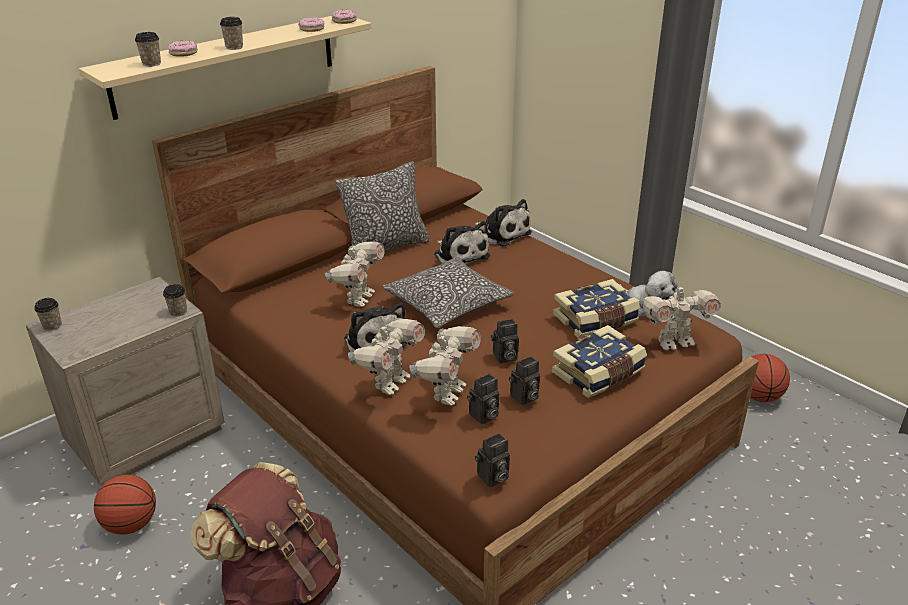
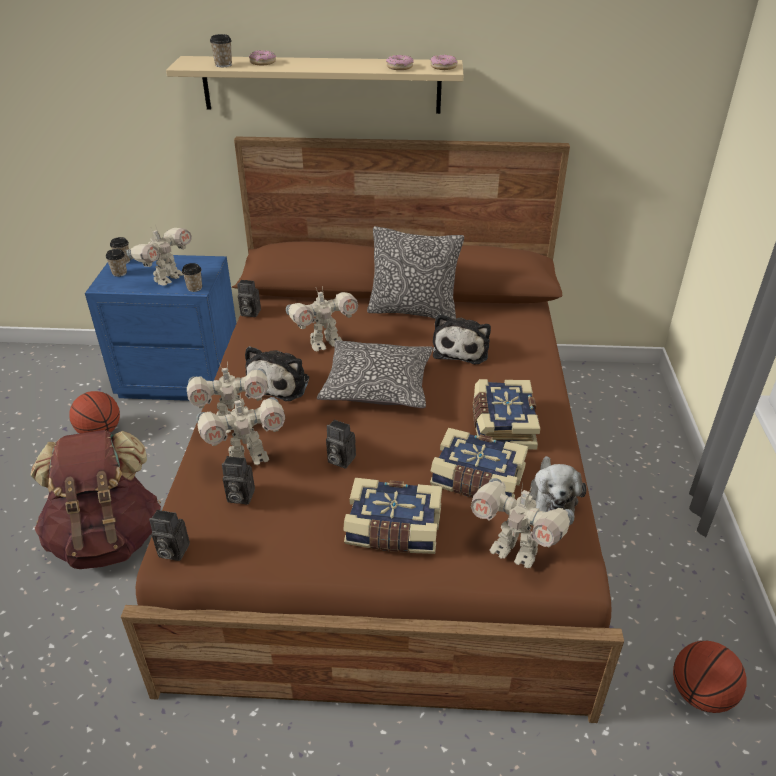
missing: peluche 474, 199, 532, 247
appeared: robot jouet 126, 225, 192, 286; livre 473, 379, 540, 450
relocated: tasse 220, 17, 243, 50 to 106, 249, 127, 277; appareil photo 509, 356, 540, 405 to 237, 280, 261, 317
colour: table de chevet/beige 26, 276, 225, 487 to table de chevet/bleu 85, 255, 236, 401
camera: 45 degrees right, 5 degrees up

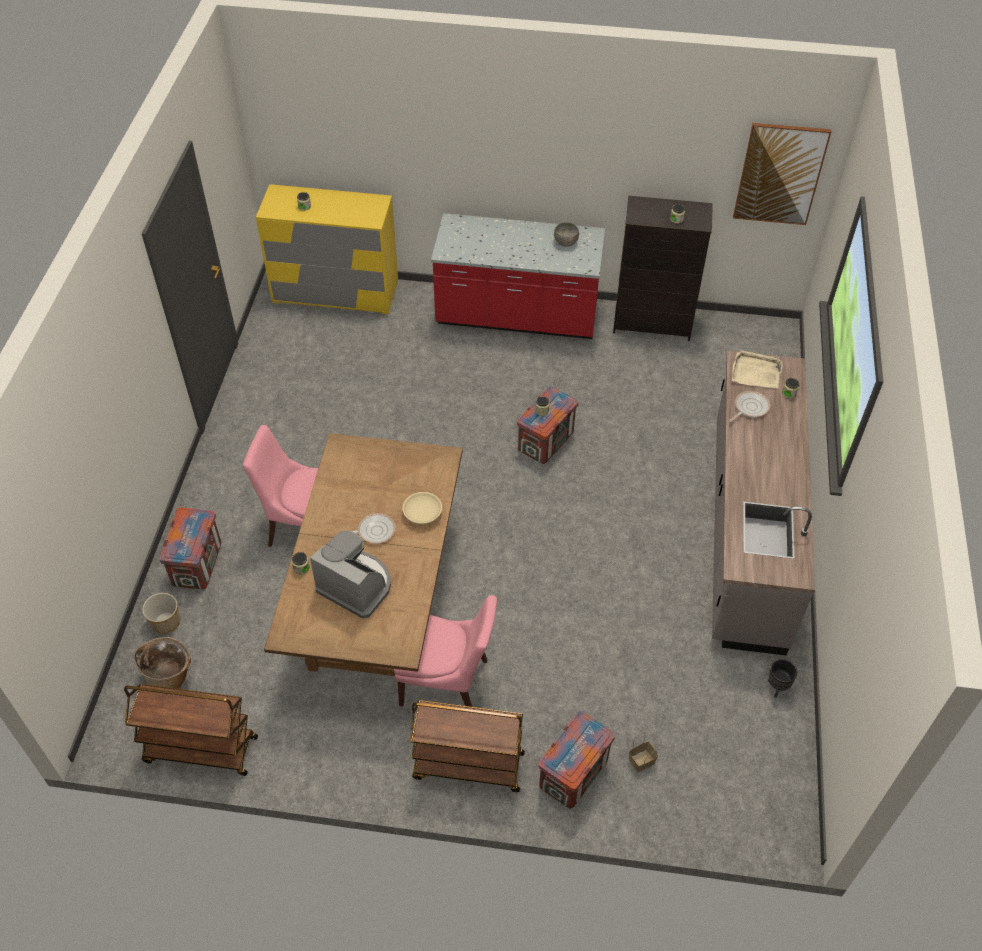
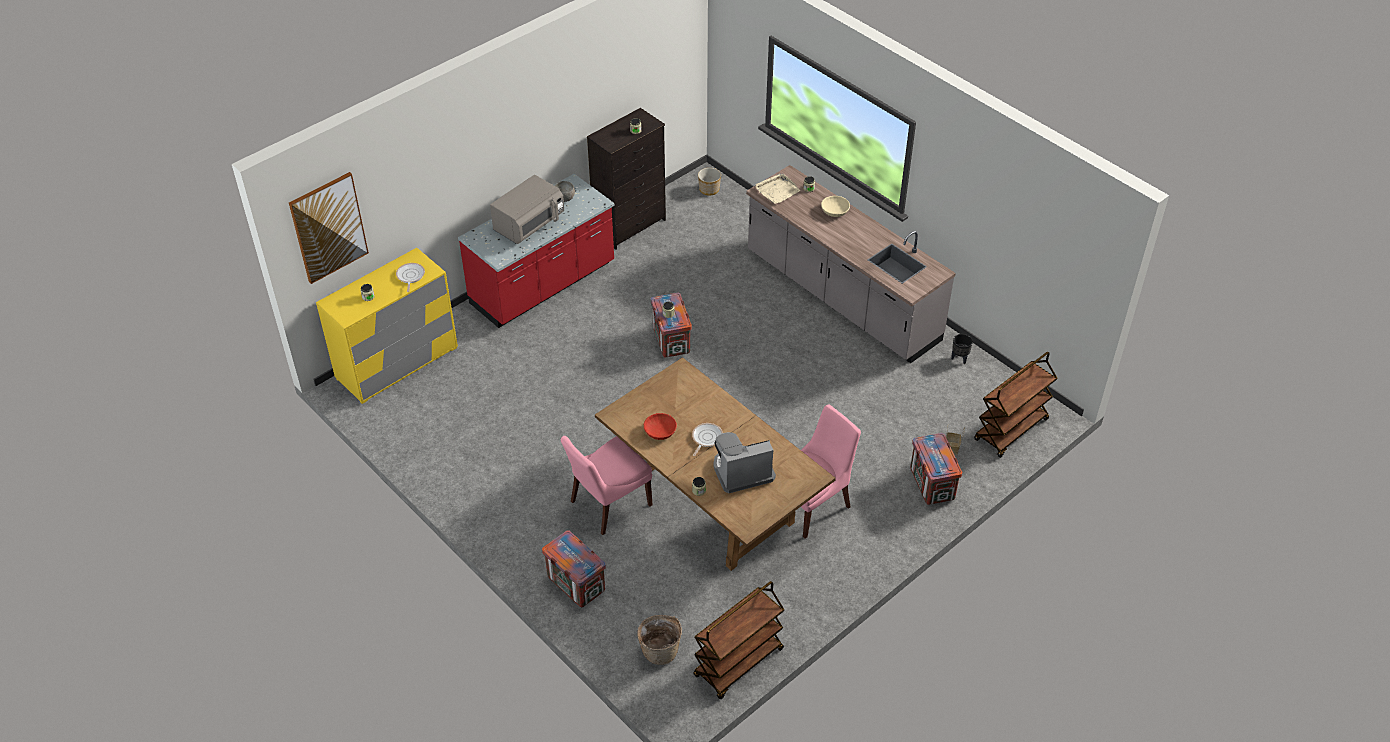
appeared: micro-ondes/gris 490, 175, 564, 244; bol/rouge 644, 413, 677, 440
relocated: cache-pot 142, 593, 180, 634 to 698, 168, 721, 196; bol/beige 402, 492, 442, 525 to 821, 196, 850, 217; chariot/marron 410, 700, 525, 792 to 974, 352, 1057, 458; poêle 729, 391, 770, 422 to 396, 263, 425, 292; tableau 733, 123, 831, 225 to 289, 172, 369, 284
camera: 50 degrees left, 5 degrees down

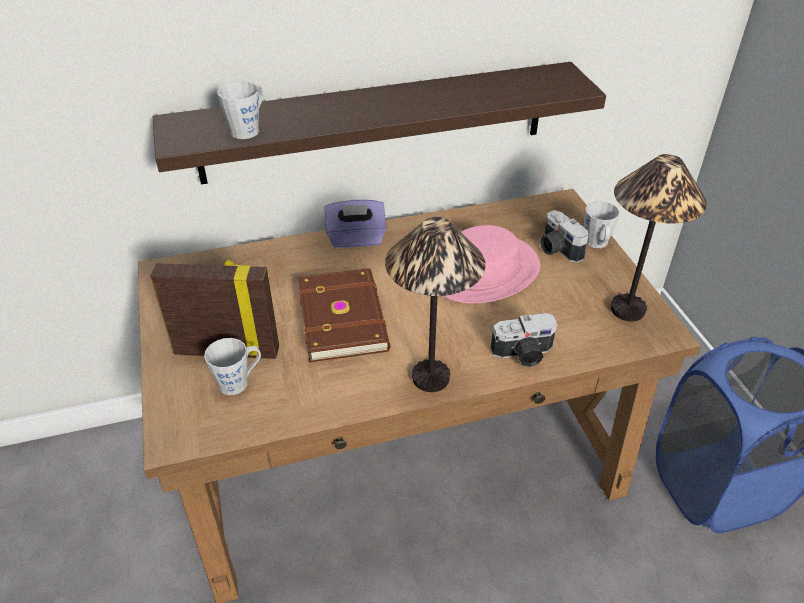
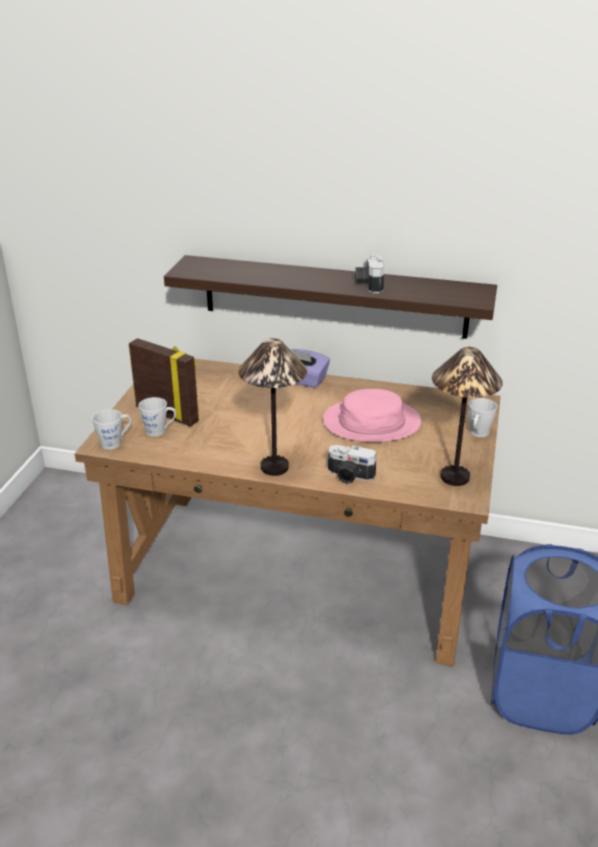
missing: livre/marron 298, 268, 390, 362
relocated: mug/gris 217, 81, 263, 139 to 92, 409, 131, 450; appareil photo 540, 210, 589, 263 to 355, 255, 384, 293
camera: 30 degrees right, 10 degrees down

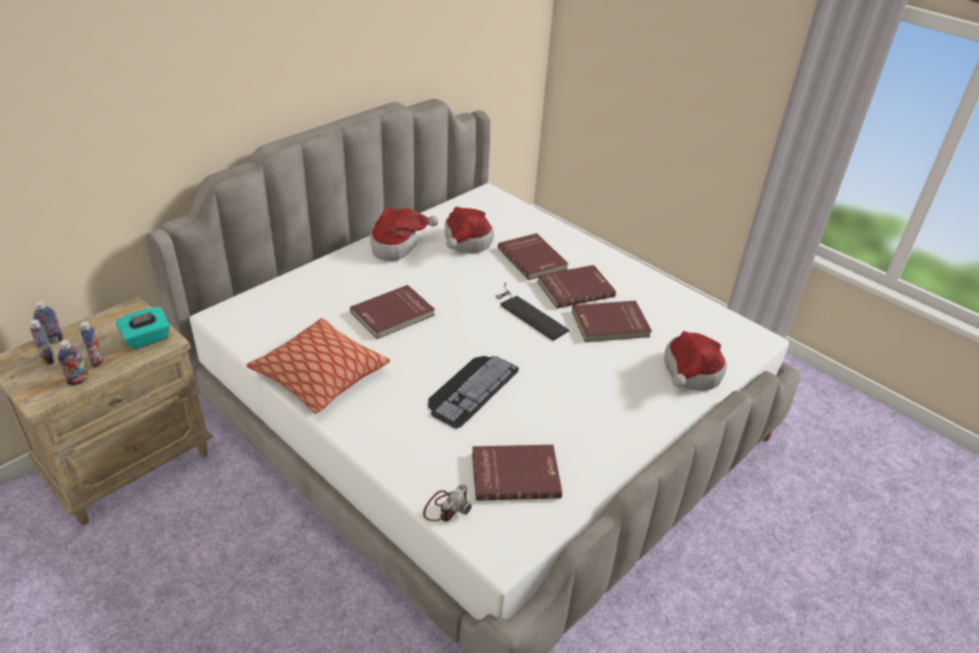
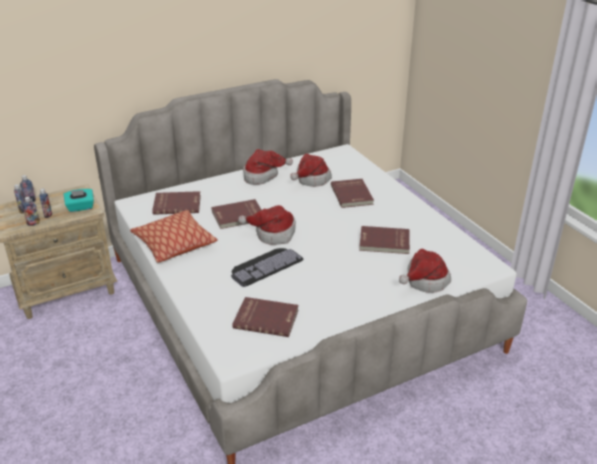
missing: appareil photo 423, 485, 472, 522; clavier 495, 283, 570, 341
appeared: chapeau 238, 205, 296, 245
relocated: livre/rouge 537, 265, 616, 308 to 152, 191, 201, 215
camera: 20 degrees right, 5 degrees down

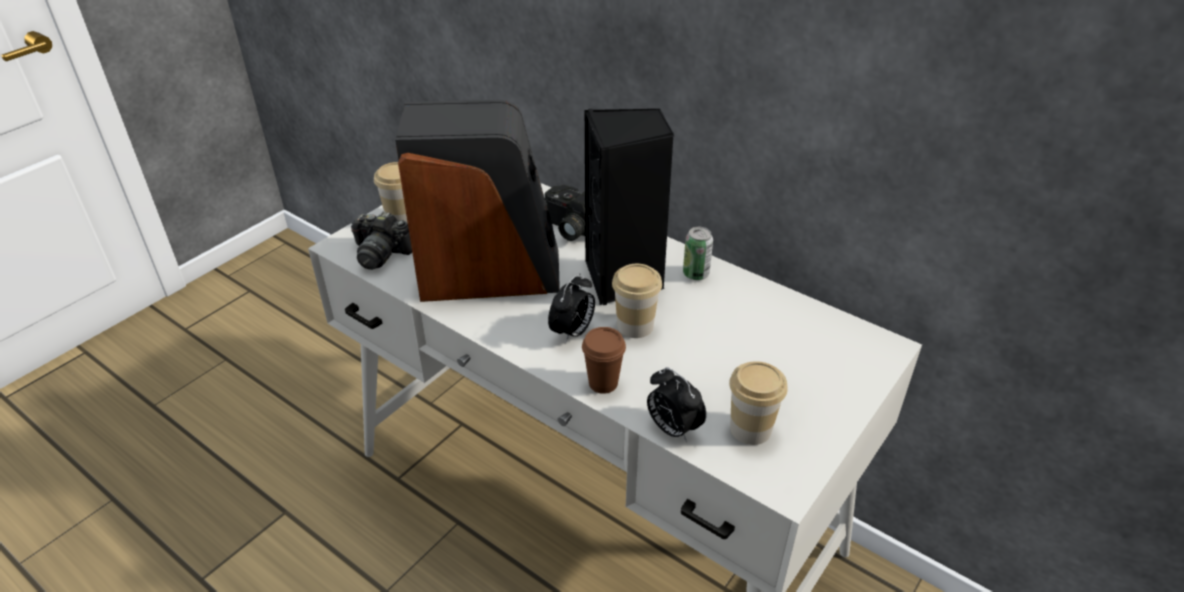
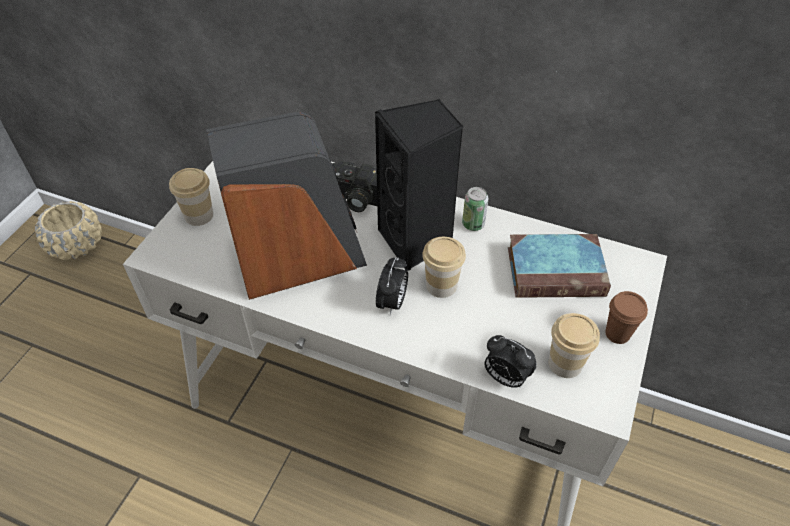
missing: appareil photo 351, 211, 412, 270
appeared: cache-pot/beige 35, 201, 102, 260; livre 508, 234, 611, 298
relocated: tasse/marron 582, 327, 626, 394 to 605, 291, 648, 344
camera: 15 degrees left, 10 degrees up

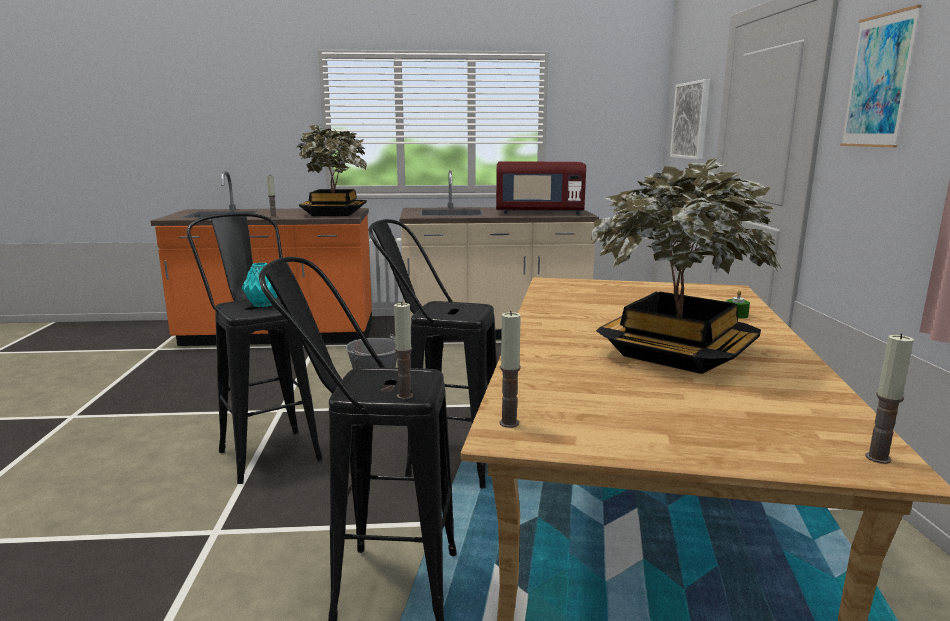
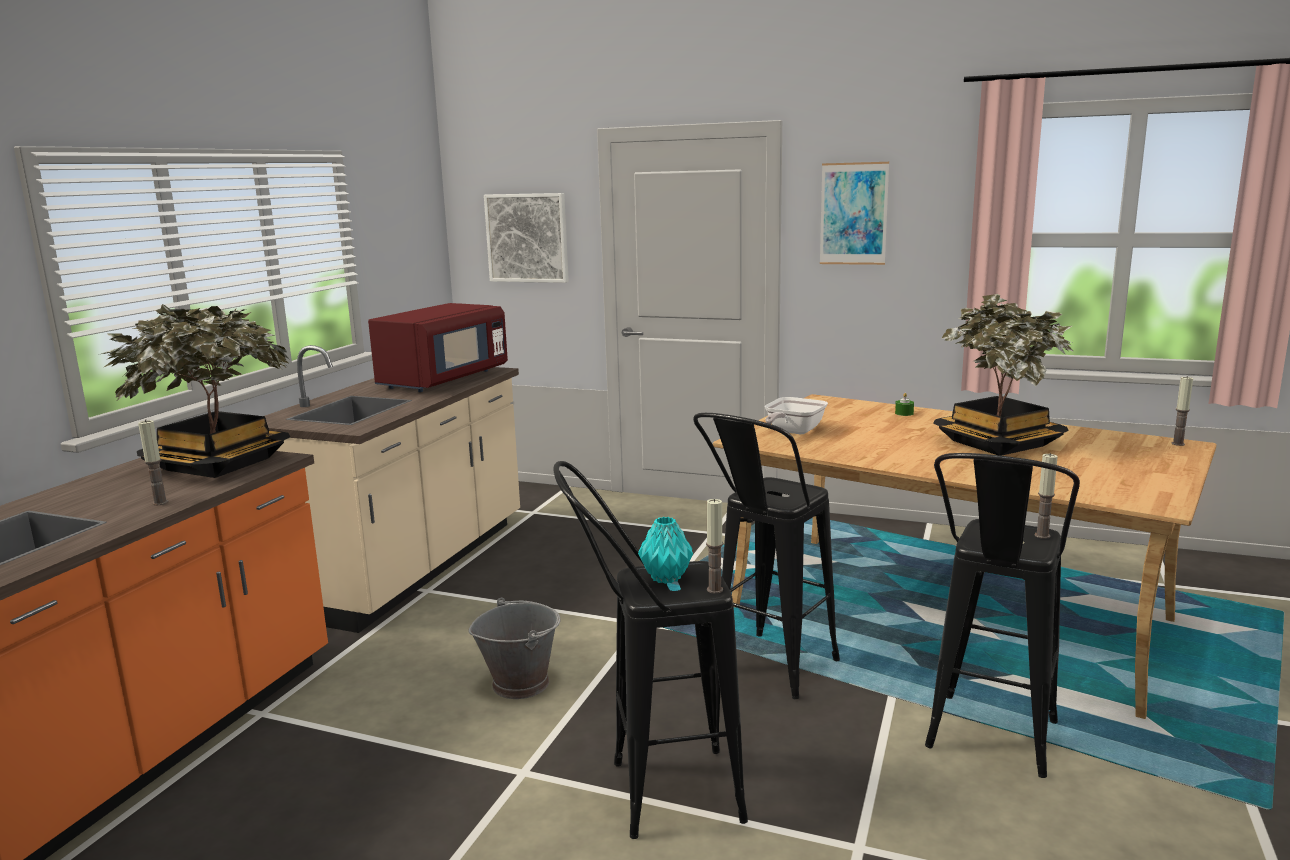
appeared: poêle 765, 397, 828, 434
relocated: bougie 499, 311, 521, 428 to 706, 499, 723, 594
camera: 65 degrees left, 0 degrees up

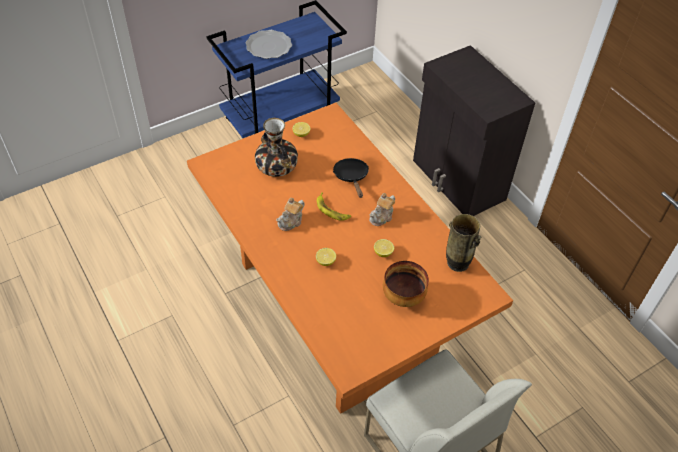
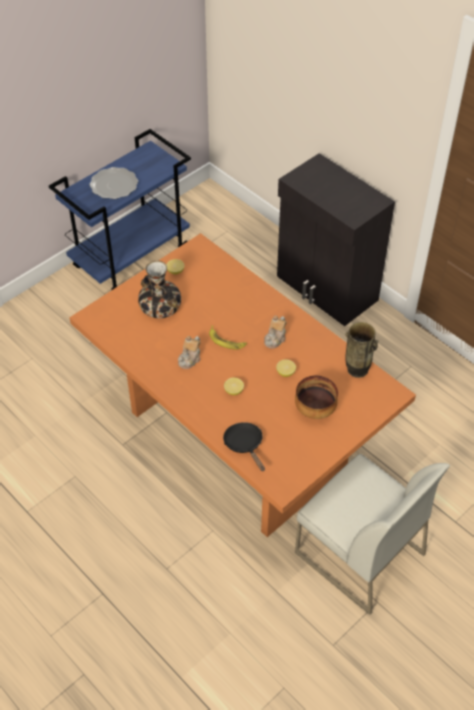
relocated: poêle/noir 333, 158, 369, 198 to 223, 422, 265, 471
camera: 10 degrees left, 0 degrees up

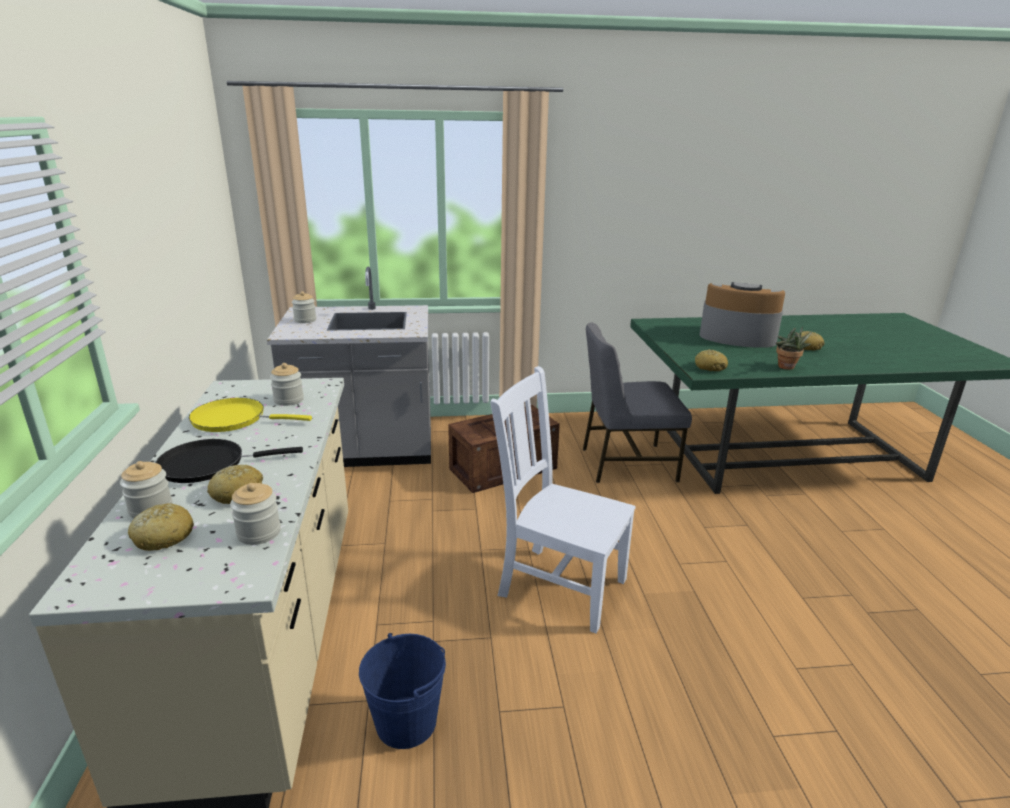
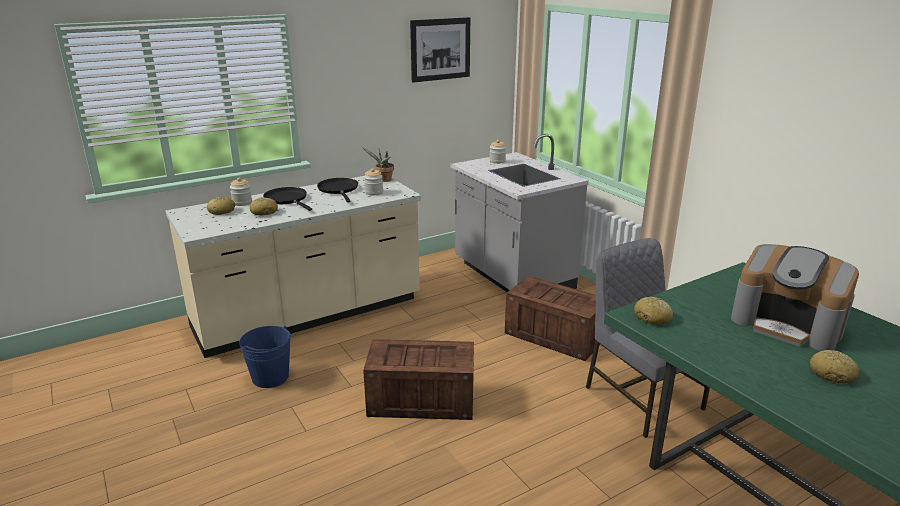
missing: bocal 230, 483, 281, 545
appeared: tableau 410, 17, 470, 83
relocated: plante en pot 776, 326, 812, 370 to 363, 148, 394, 182
exchanged: chaise/blanc 490, 366, 636, 633 to caisse 363, 339, 474, 420
colour: poêle/jaune 189, 398, 312, 432 to poêle/noir 317, 178, 358, 203
spun: machine à café 700, 282, 785, 348 = 731, 244, 859, 351 135 degrees clockwise
camera: 65 degrees right, 0 degrees up

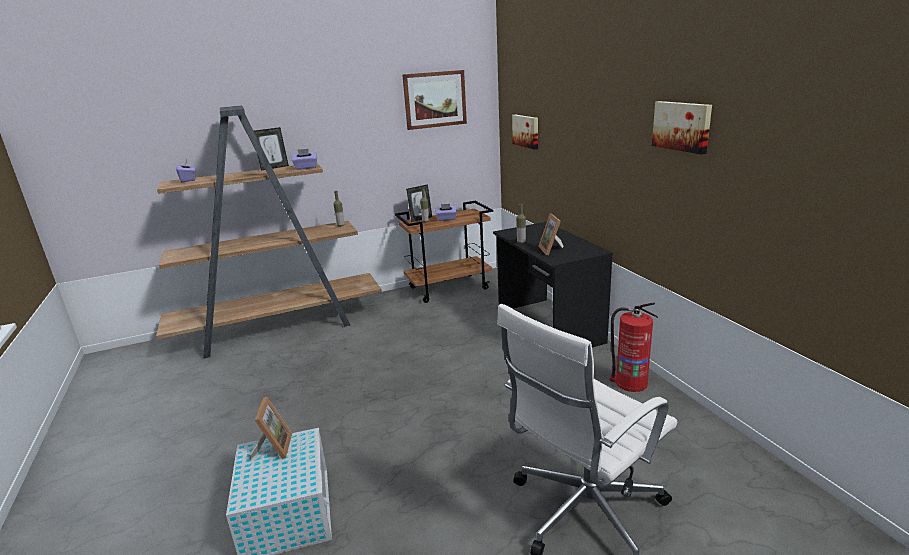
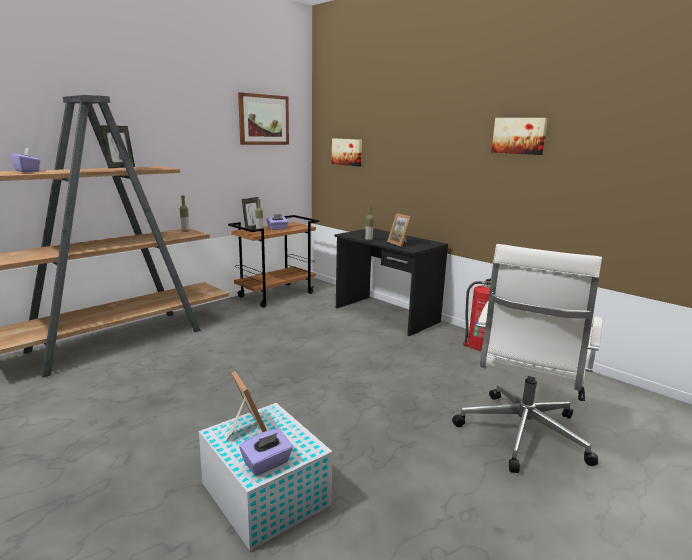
relocated: boîte à mouchoirs/violet 291, 149, 317, 170 to 239, 429, 293, 476
camera: 25 degrees left, 5 degrees down

